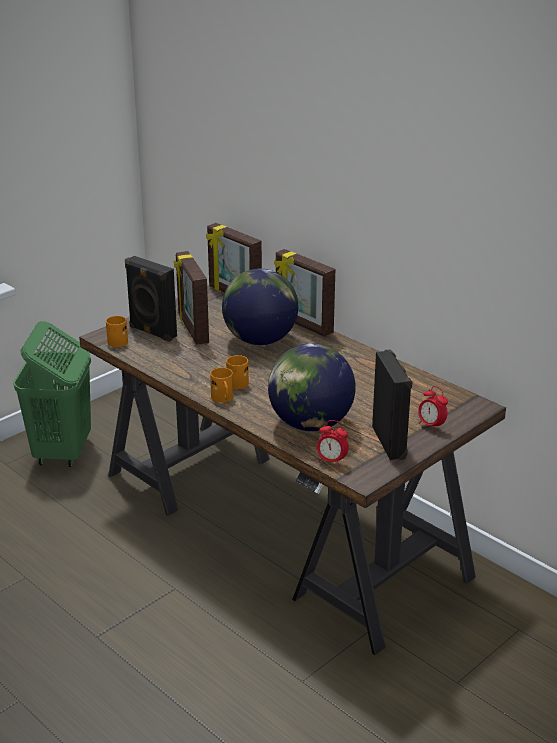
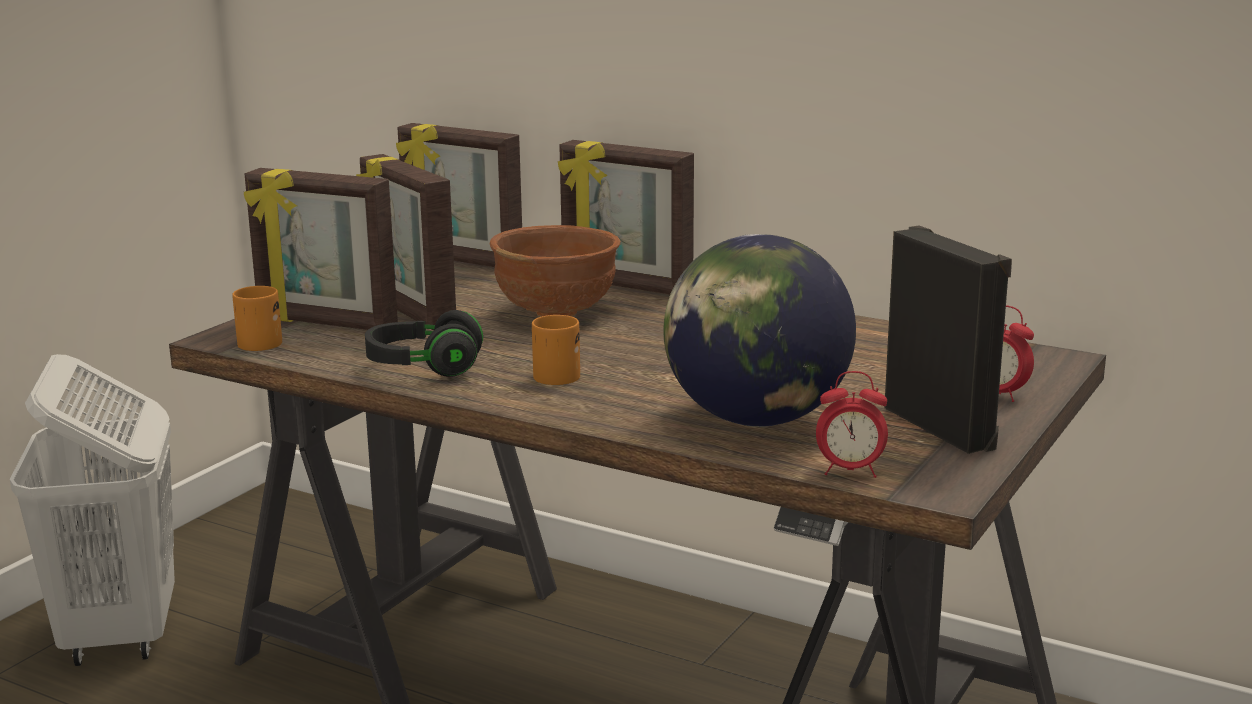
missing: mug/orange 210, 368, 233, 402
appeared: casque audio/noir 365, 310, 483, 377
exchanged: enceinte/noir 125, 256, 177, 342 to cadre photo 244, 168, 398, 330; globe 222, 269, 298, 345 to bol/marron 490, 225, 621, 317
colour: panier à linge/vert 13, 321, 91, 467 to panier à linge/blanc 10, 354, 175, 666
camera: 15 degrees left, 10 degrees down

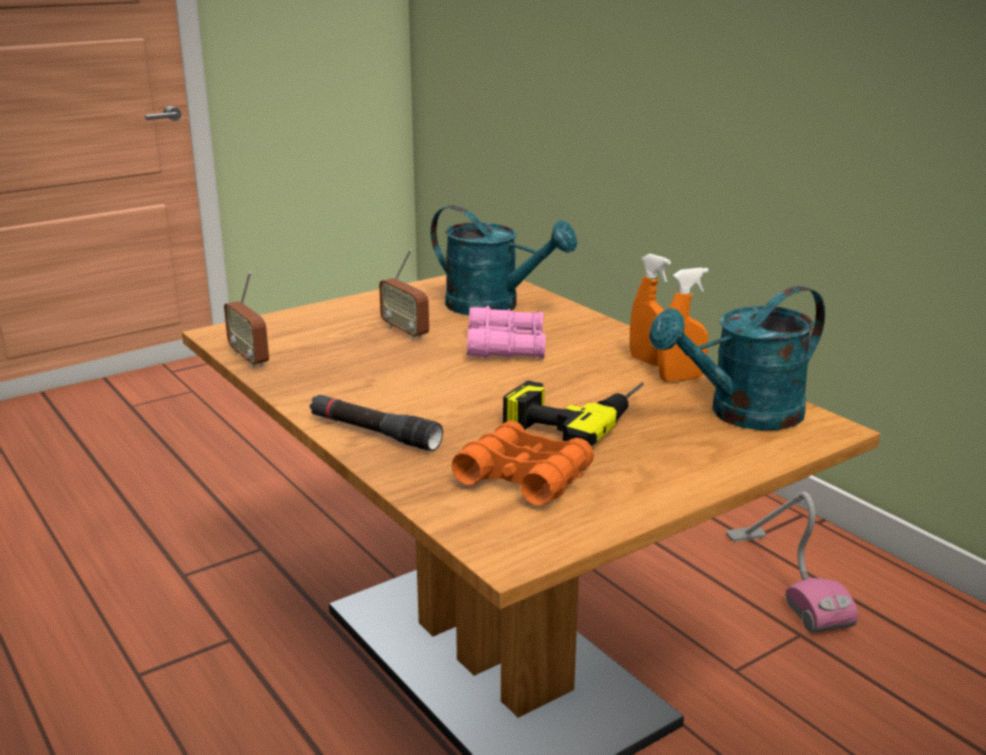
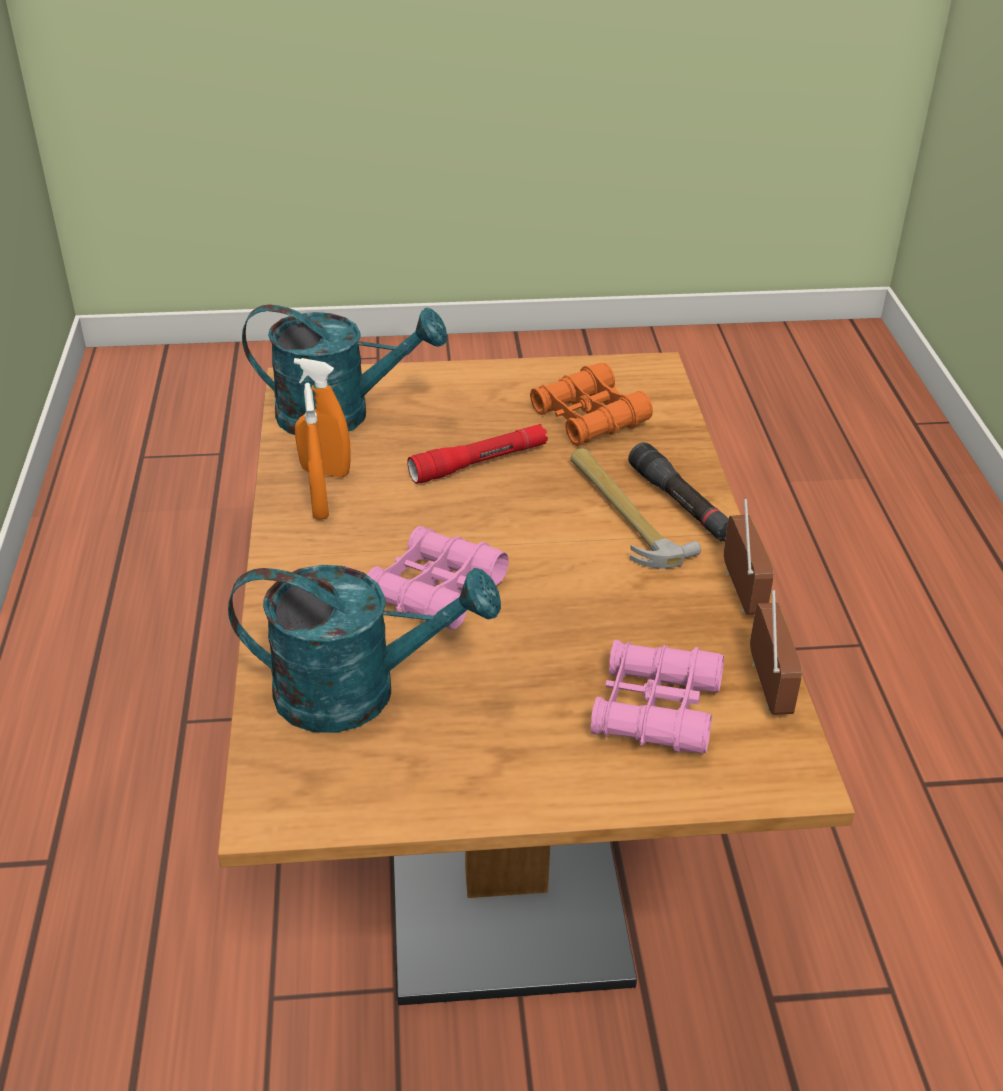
missing: aspirateur 726, 492, 858, 633
appeared: marteau 571, 448, 701, 569; jumelles/rose 591, 640, 724, 753
relocated: radio 379, 249, 429, 340 to 724, 499, 774, 615
exchanged: perceuse 503, 380, 644, 446 to lampe de poche/rouge 407, 424, 548, 484
spun: arrosoir/turquoise 431, 205, 577, 315 = 228, 565, 501, 733 120 degrees clockwise
camera: 150 degrees left, 15 degrees up

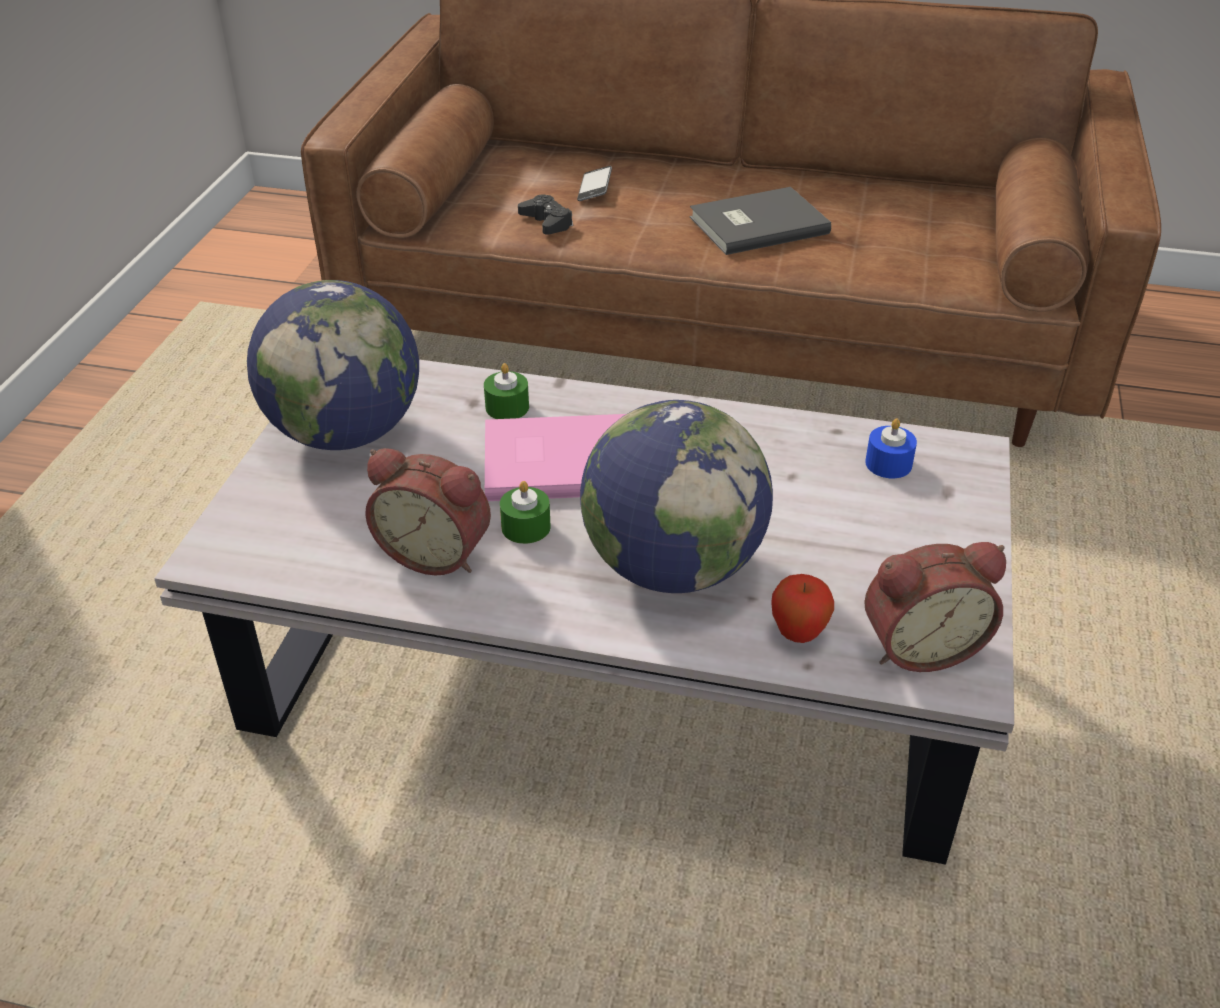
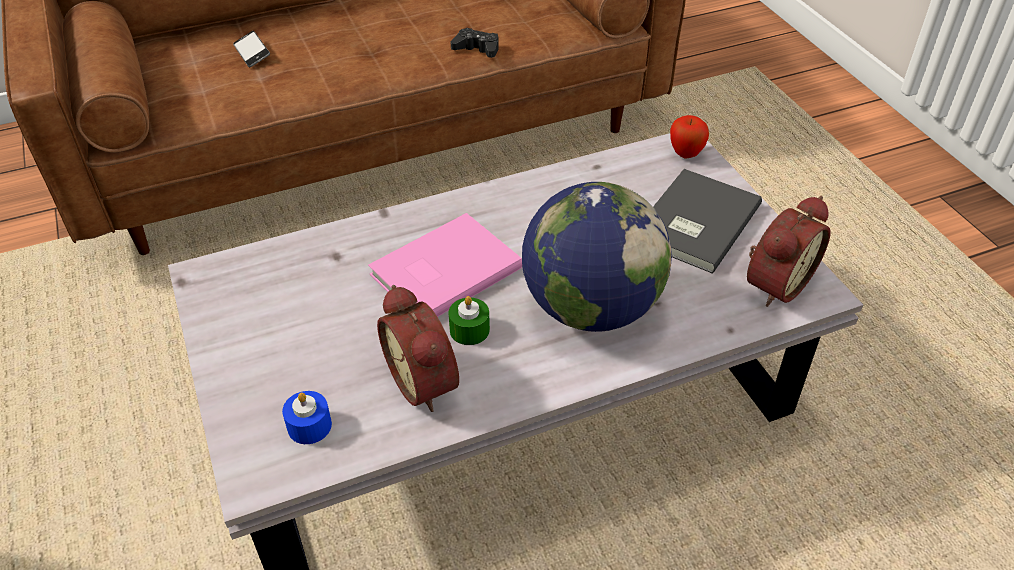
missing: globe 247, 280, 419, 450; bougie/vert 484, 363, 529, 419
relocated: manette/noir 518, 195, 573, 235 to 451, 28, 499, 58; livre/gris 690, 187, 831, 255 to 653, 169, 762, 274; pomme 771, 574, 834, 643 to 670, 115, 709, 159; bougie/bleu 865, 419, 917, 478 to 282, 391, 332, 444
spun: réveil 365, 448, 491, 575 = 377, 285, 459, 412 75 degrees clockwise
camera: 35 degrees left, 5 degrees up

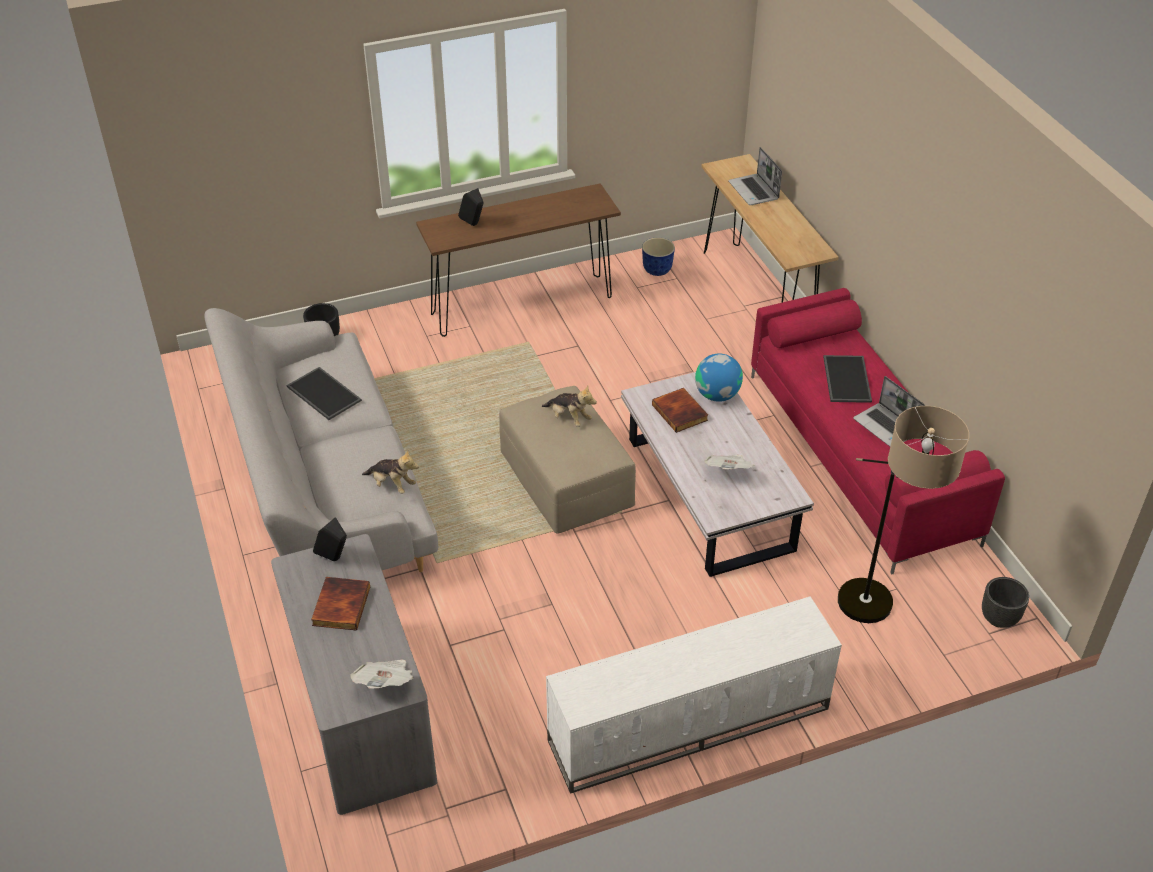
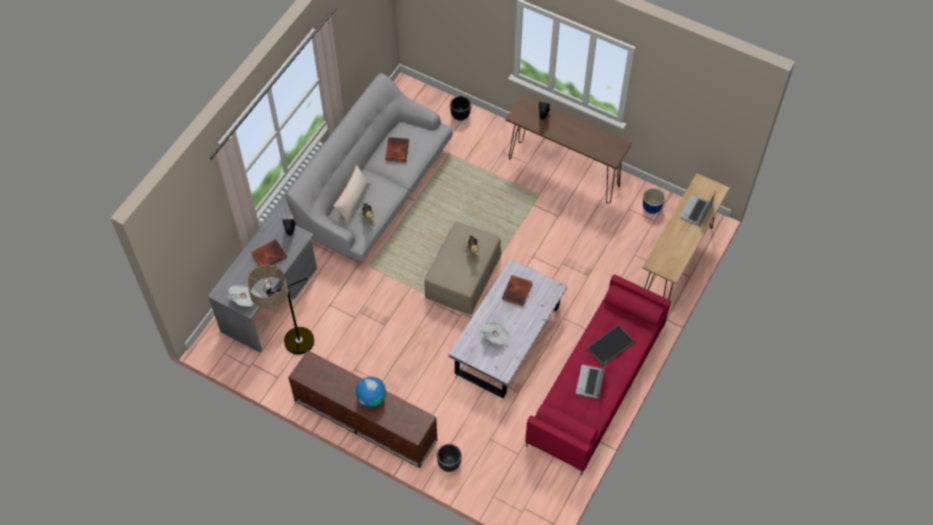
appeared: coussin/beige 333, 165, 370, 224
relocated: globe 695, 354, 743, 402 to 356, 376, 386, 407; lampadaire 838, 406, 969, 623 to 247, 265, 314, 355; cache-pot/noir 982, 577, 1029, 628 to 437, 444, 461, 472
exchanged: plateau 287, 367, 362, 420 to livre 385, 137, 409, 162
colour: meuble télé/blanc 546, 596, 842, 794 to meuble télé/marron 288, 350, 437, 468
camera: 50 degrees right, 15 degrees up

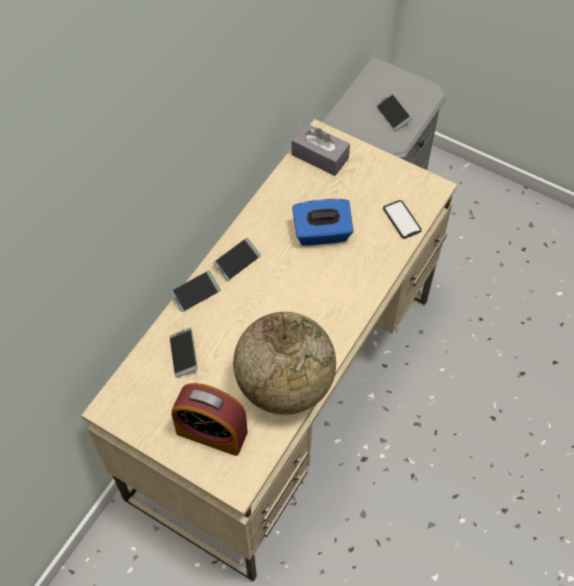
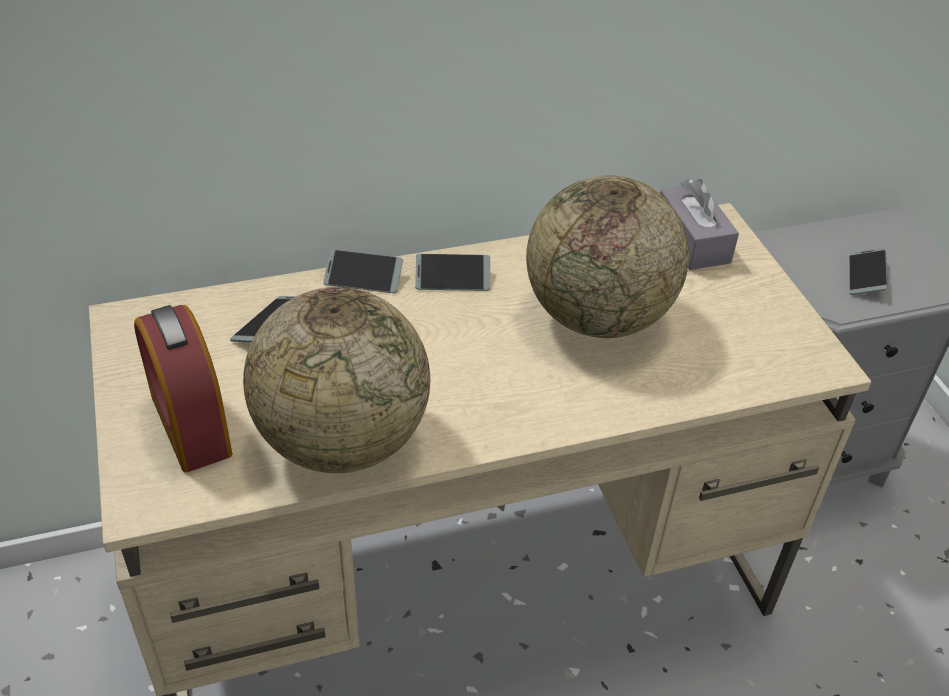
missing: téléphone 383, 200, 422, 239
exchanged: boîte à mouchoirs/bleu 292, 199, 353, 246 to globe 526, 175, 689, 338
camera: 40 degrees right, 15 degrees down

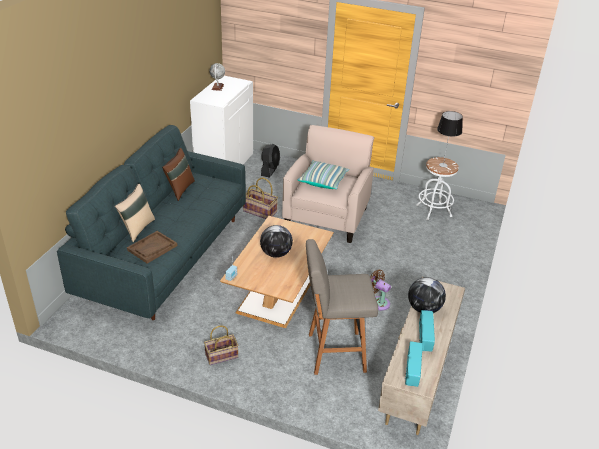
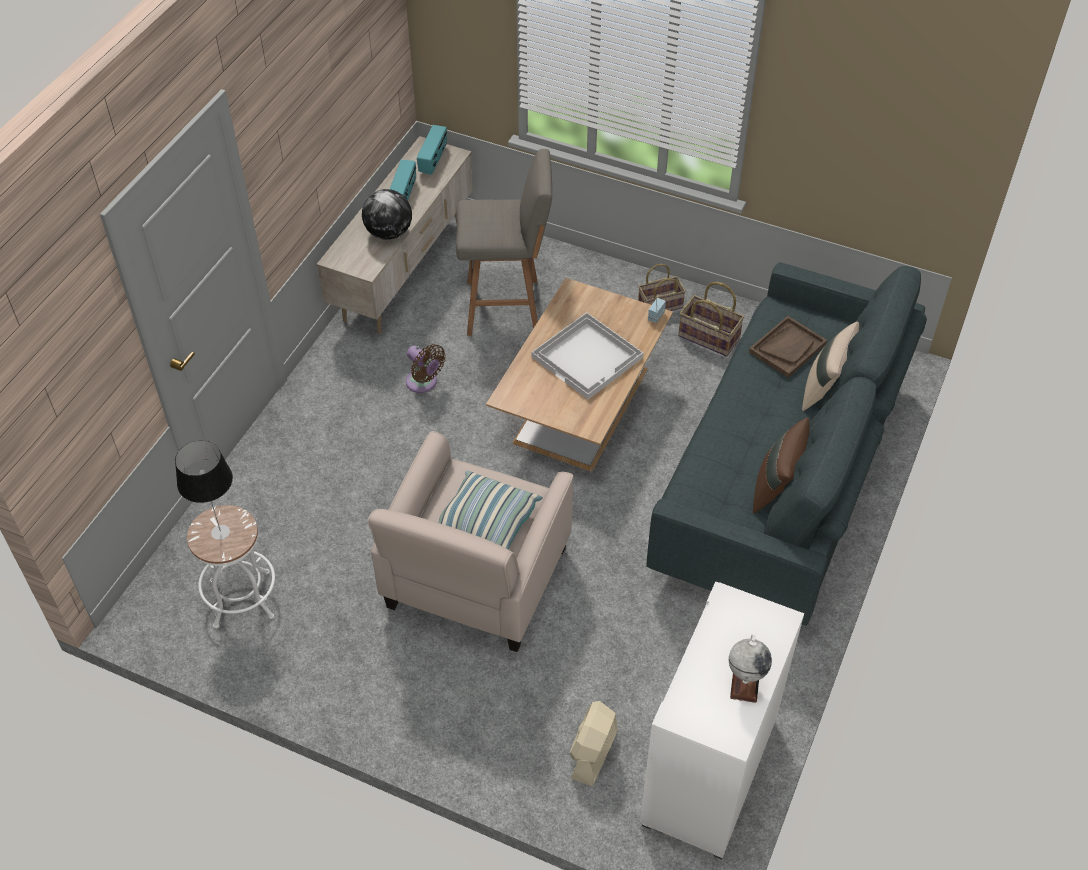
relocated: panier 243, 178, 278, 219 to 678, 282, 745, 357
exchanged: globe 260, 225, 293, 258 to plateau/blanc 532, 312, 643, 399
colour: ventilateur/noir 261, 144, 280, 178 to ventilateur/beige 569, 701, 618, 786
camera: 175 degrees left, 15 degrees up

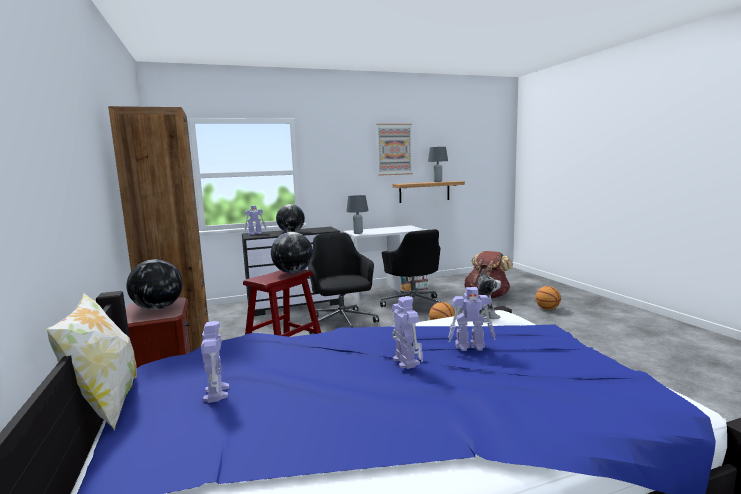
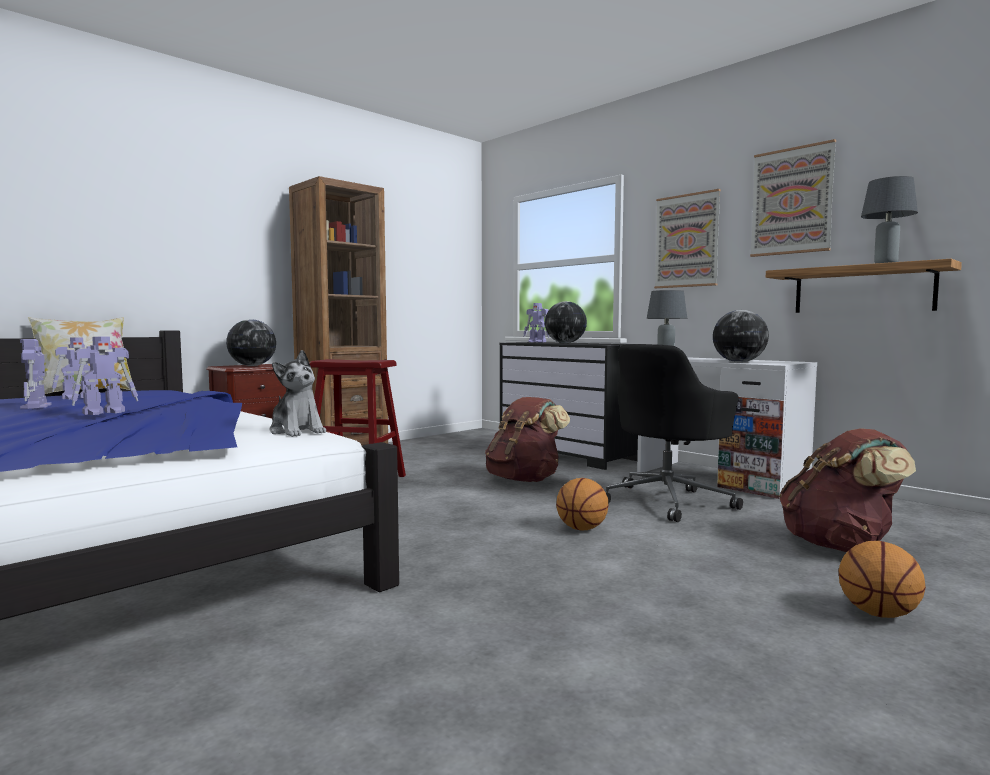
appeared: tableau 654, 189, 721, 288
relocated: globe 271, 232, 313, 273 to 713, 310, 769, 362; robot jouet 448, 287, 495, 351 to 20, 339, 52, 409
exchanged: chaise de bureau/noir 308, 232, 379, 334 to sac à dos/marron 485, 397, 570, 482
camera: 65 degrees right, 5 degrees down

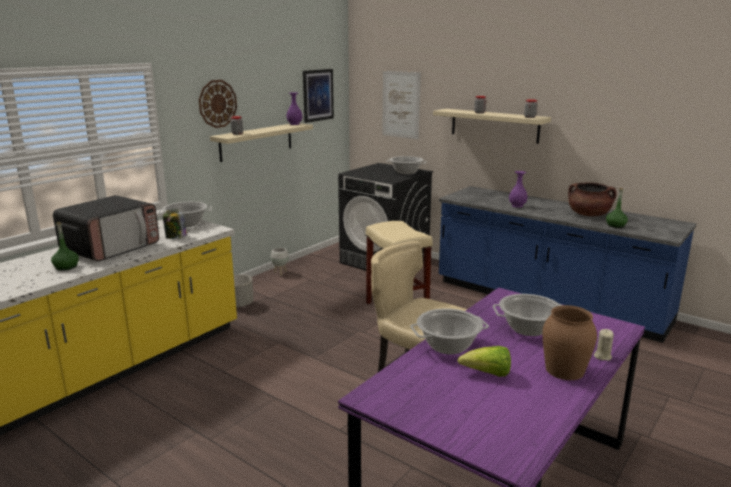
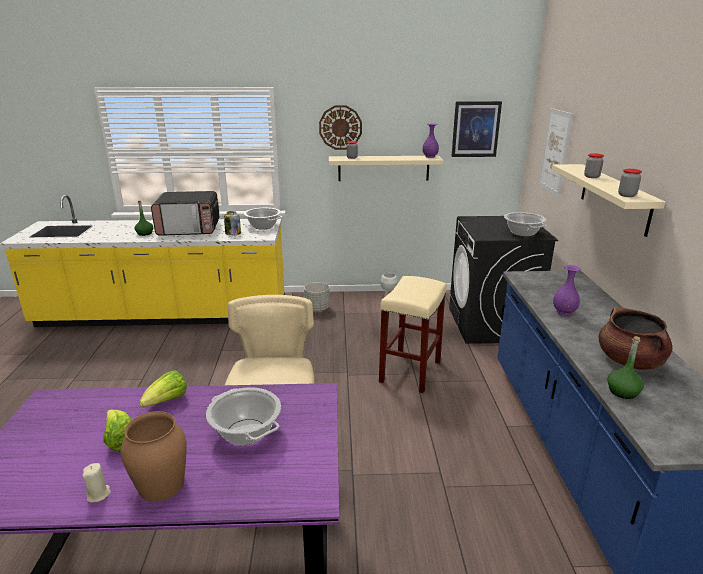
relocated: bougie/beige 594, 329, 614, 361 to 82, 463, 111, 502
exchanged: marmite 410, 308, 489, 355 to laitue 139, 370, 187, 407
camera: 50 degrees right, 5 degrees up

